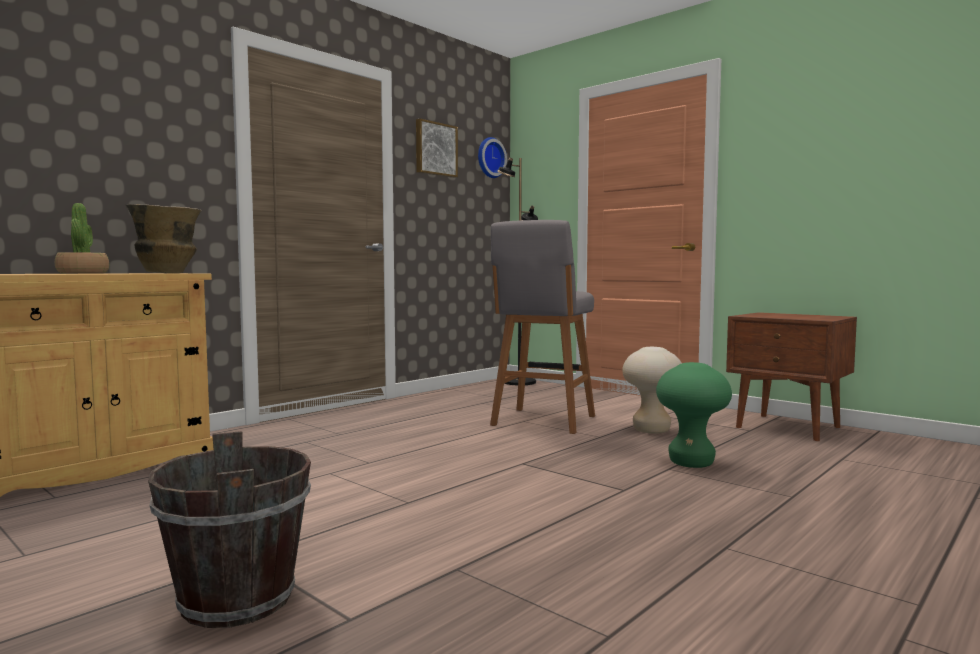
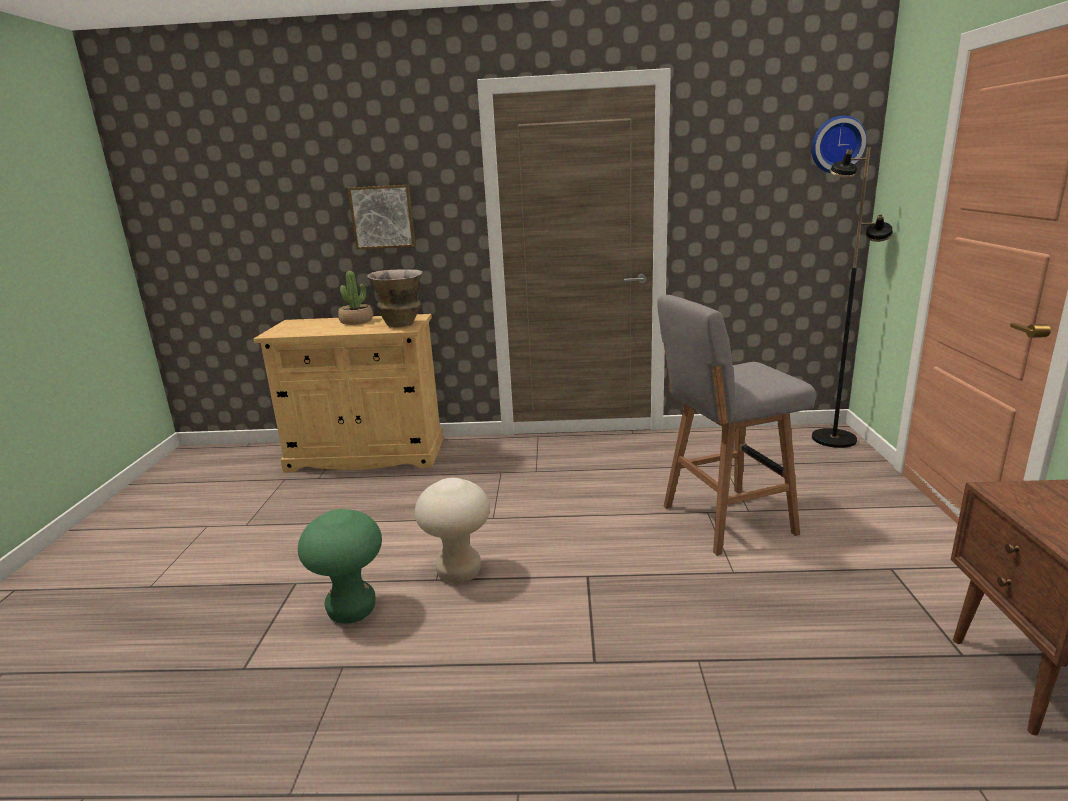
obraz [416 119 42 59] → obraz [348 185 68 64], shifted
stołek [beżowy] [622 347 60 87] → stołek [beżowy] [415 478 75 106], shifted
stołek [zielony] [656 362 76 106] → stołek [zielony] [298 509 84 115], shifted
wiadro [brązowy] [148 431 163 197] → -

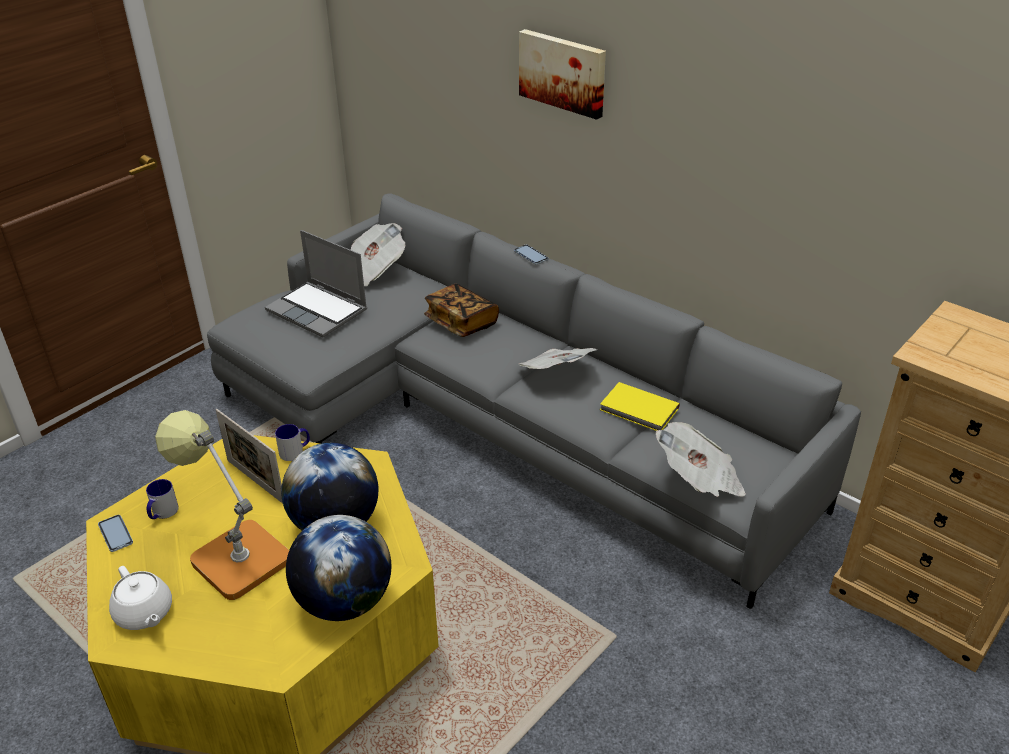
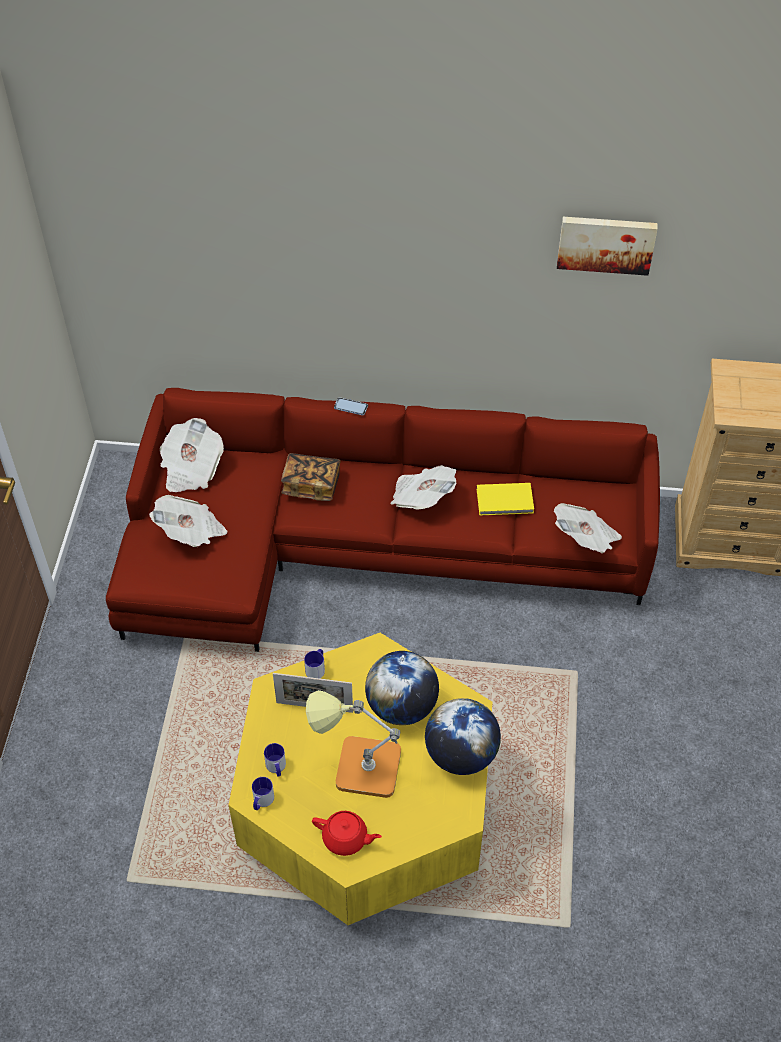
obraz [519 29 87 91] → obraz [557 217 101 59], shifted
kanapa [szary] [207 193 654 416] → kanapa [czerwony] [106 388 554 264]
laptop [265 230 102 107] → gazeta [149 495 78 52]
telefon [98 515 35 37] → kubek [252 777 22 33]
imbryk [biały] [109 566 63 64] → imbryk [czerwony] [312 811 70 45]

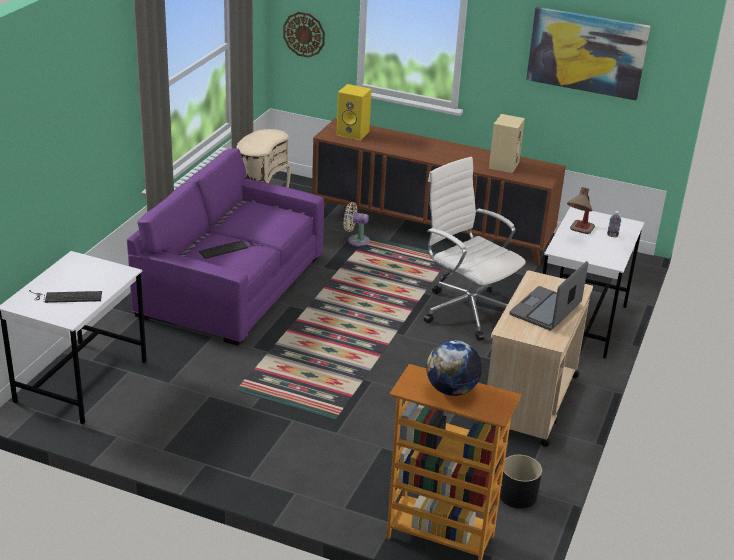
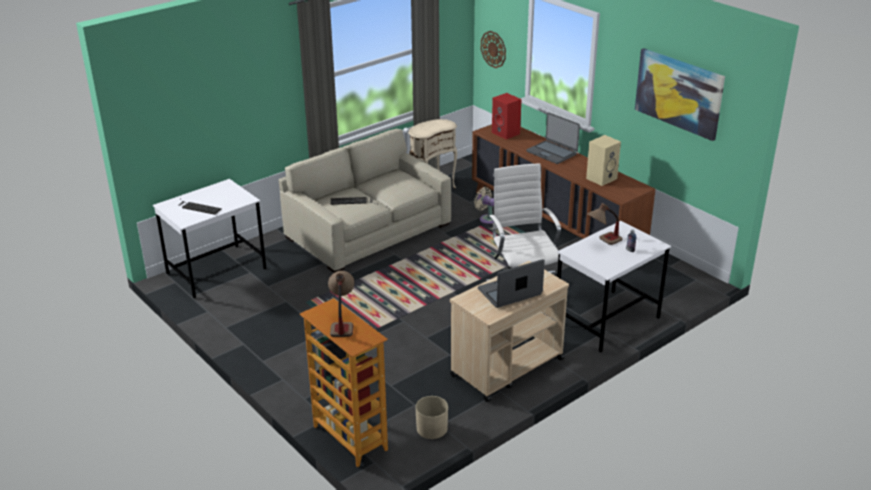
głośnik [żółty] [337 84 35 57] → głośnik [czerwony] [492 93 29 46]
kanapa [fioletowy] [127 149 197 197] → kanapa [beżowy] [279 129 172 144]
globus [426 340 56 56] → lampa stołowa [328 271 27 66]
donica [czarny] [500 455 42 54] → donica [beżowy] [416 396 32 43]
- → laptop [526 112 54 52]

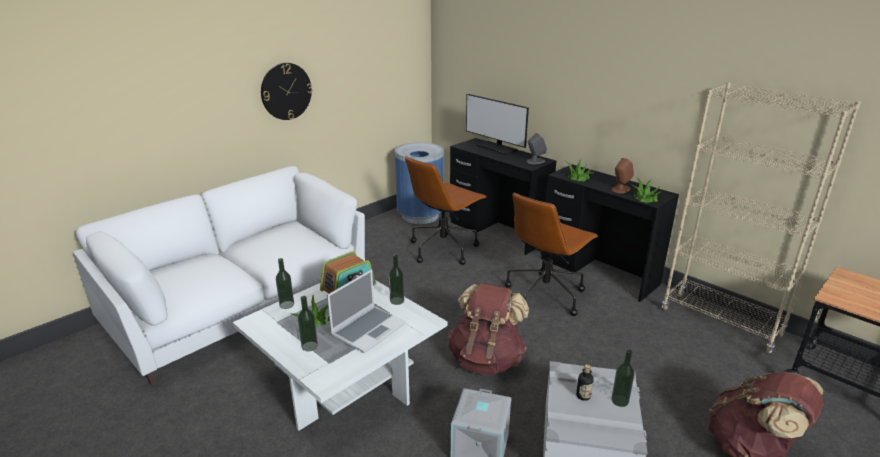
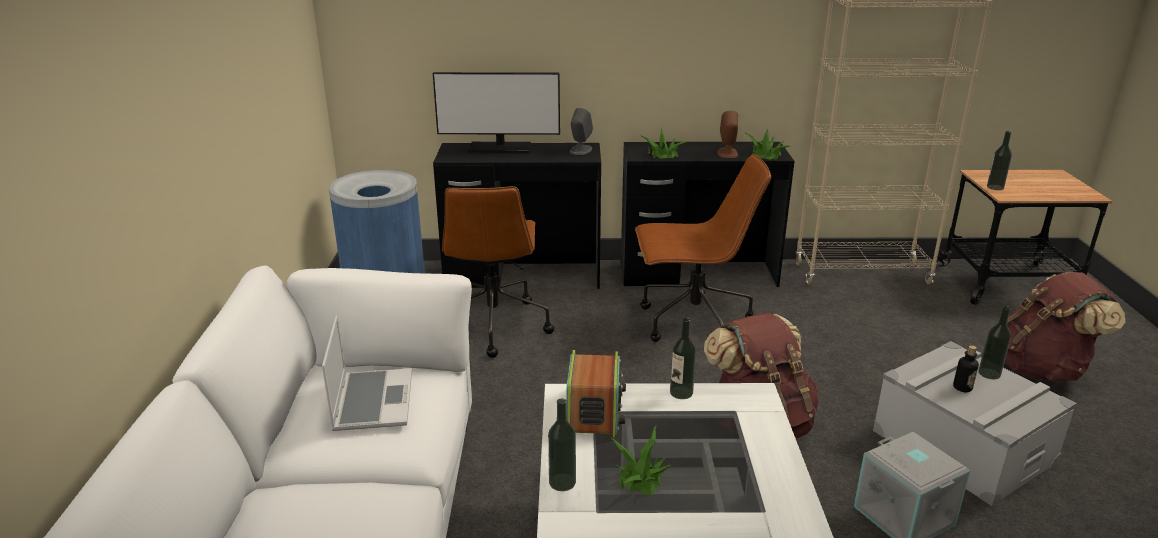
zegar ścienny [261 63 51 57] → -
krzesło biurowe [brązowy] [505 193 93 123] → krzesło biurowe [brązowy] [635 154 136 188], 90 degrees counterclockwise
laptop [327 269 79 84] → laptop [322 316 90 115], shifted
butelka [298 296 20 55] → butelka [987 131 25 59], shifted

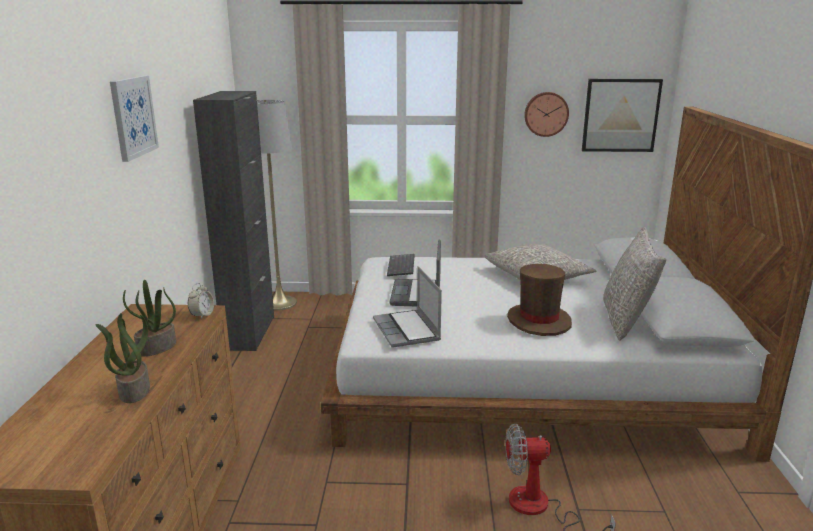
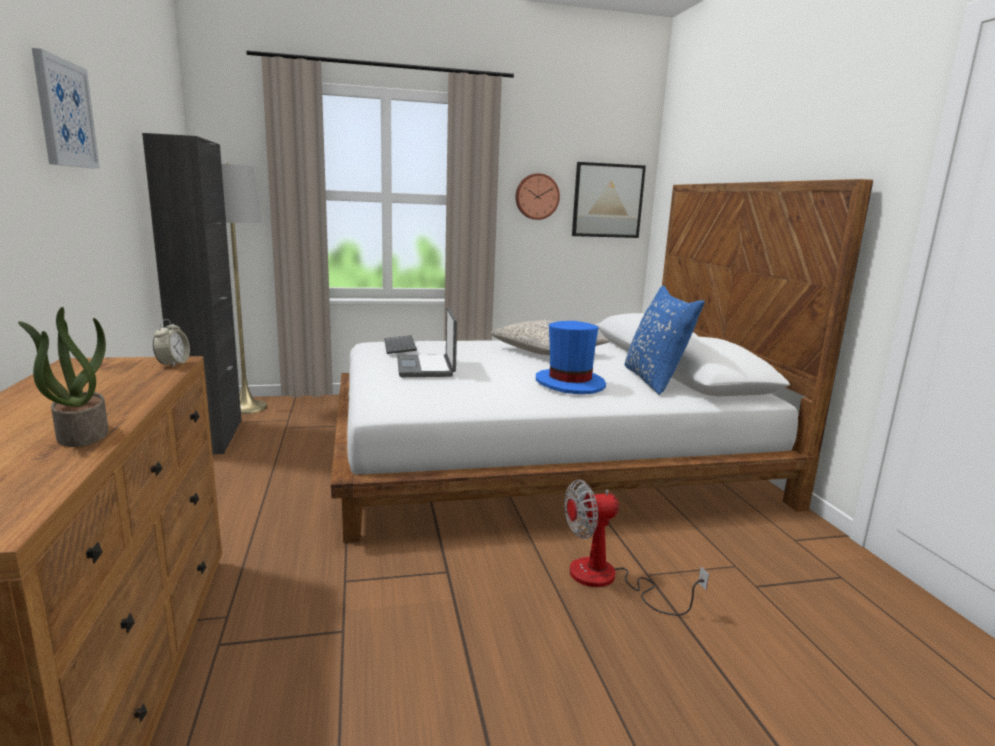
poduszka [szary] [603 227 63 114] → poduszka [niebieski] [625 285 80 110]
kapelusz [brązowy] [507 264 65 72] → kapelusz [niebieski] [536 321 70 73]
laptop [373 266 69 82] → -
roślina doniczkowa [123 280 53 76] → -

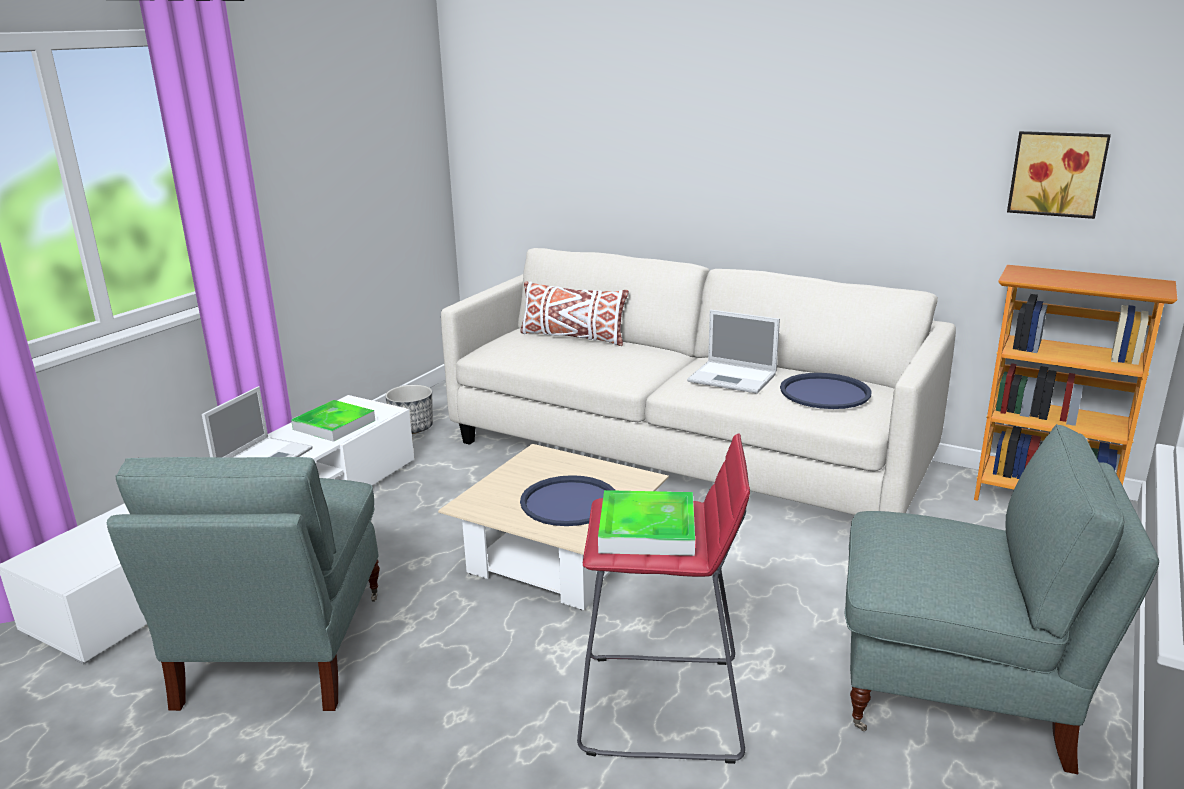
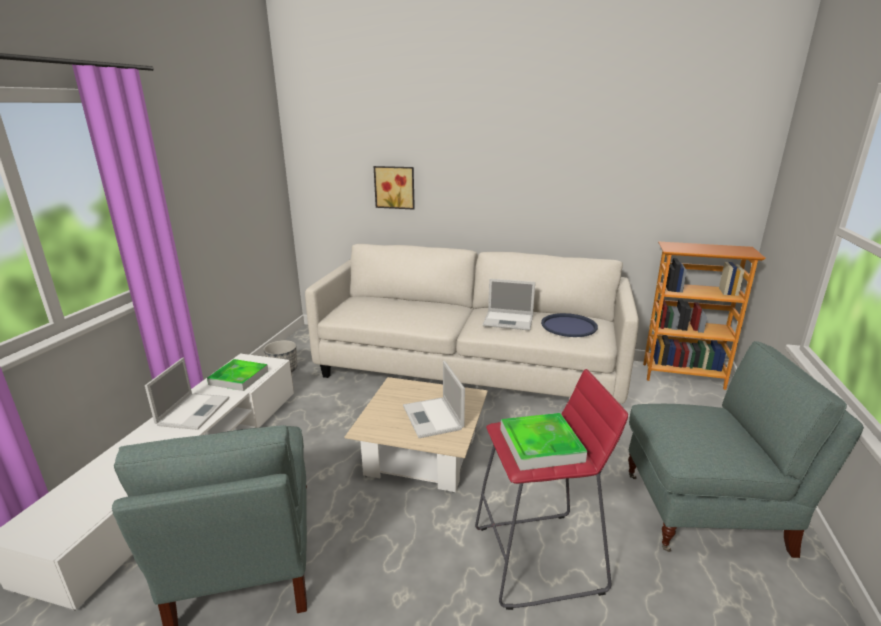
obraz [1007 131 104 88] → obraz [374 166 41 44], shifted
poduszka [biały] [520 282 109 64] → -
taca [niebieski] [520 475 96 51] → laptop [403 361 62 77]

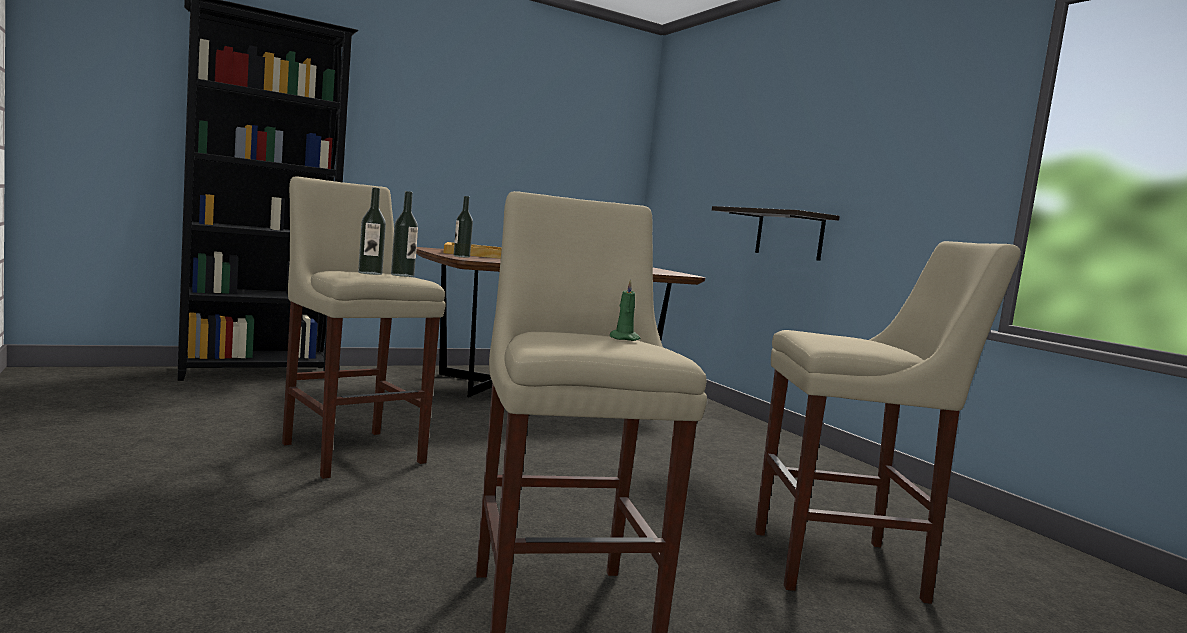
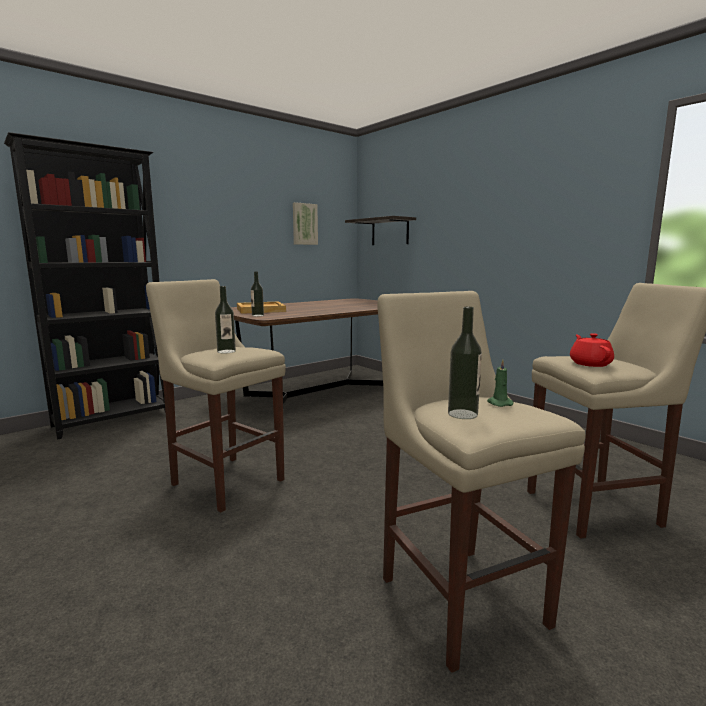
butelka [391 191 27 86] → butelka [448 307 34 112], shifted
półka [712 206 128 55] → półka [345 216 71 29], shifted
- → obraz [293 202 25 43]
- → imbryk [czerwony] [570 333 44 34]

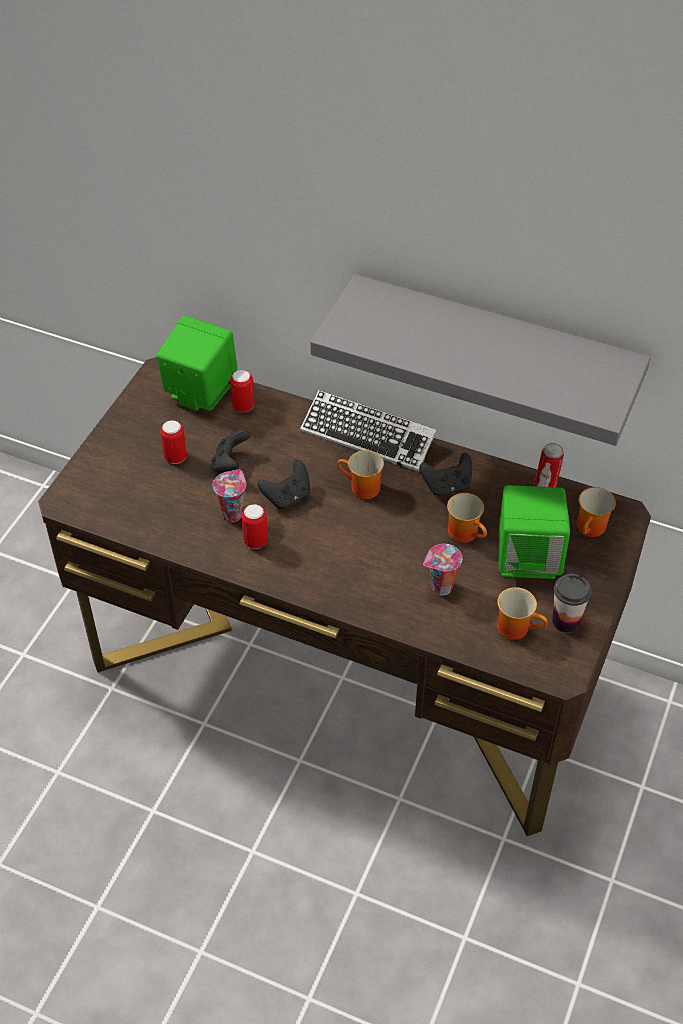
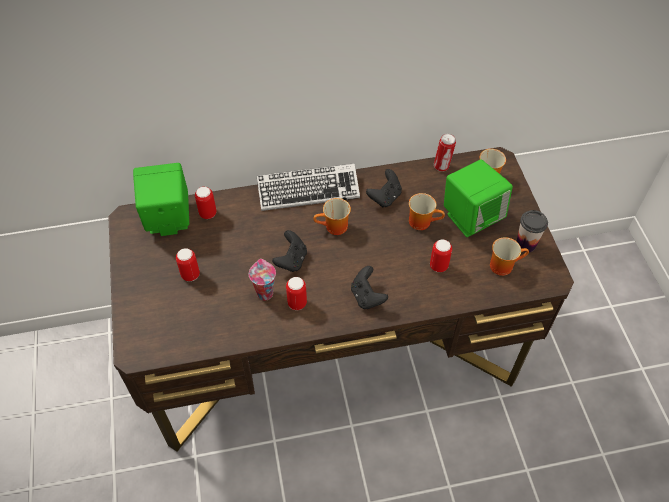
półka [szary] [310 274 341 172] → -
pad do gier [czarny] [211 429 39 45] → pad do gier [czarny] [351 266 37 43], shifted
filiżanka [423 544 39 52] → puszka [430 239 22 33]

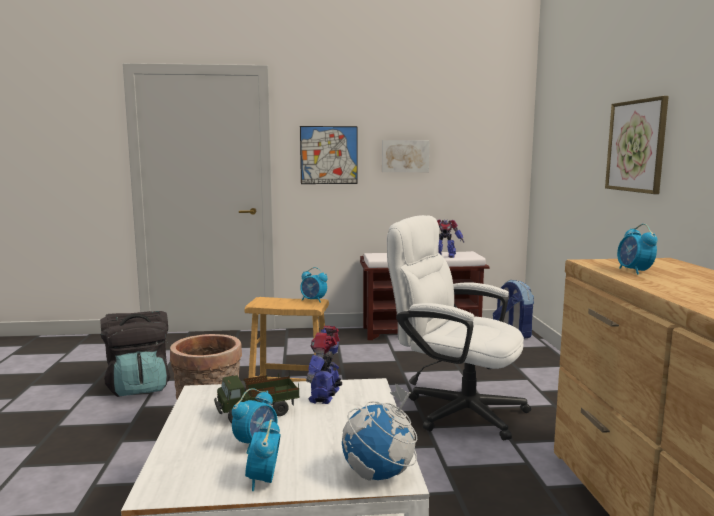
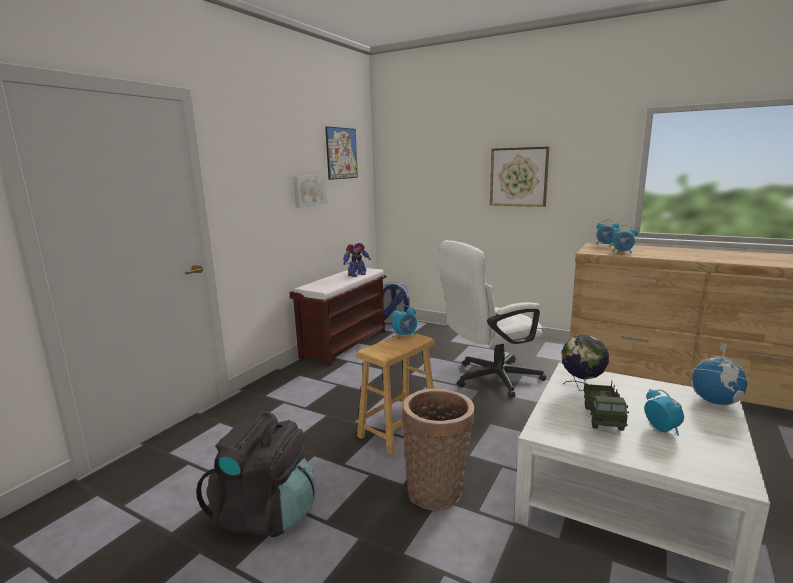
obraz [300 126 58 58] → obraz [325 126 33 54], shifted
robot zabawkowy [306 326 36 78] → globus [562 334 47 57]
budzik [245 419 36 72] → budzik [596 219 23 27], shifted

